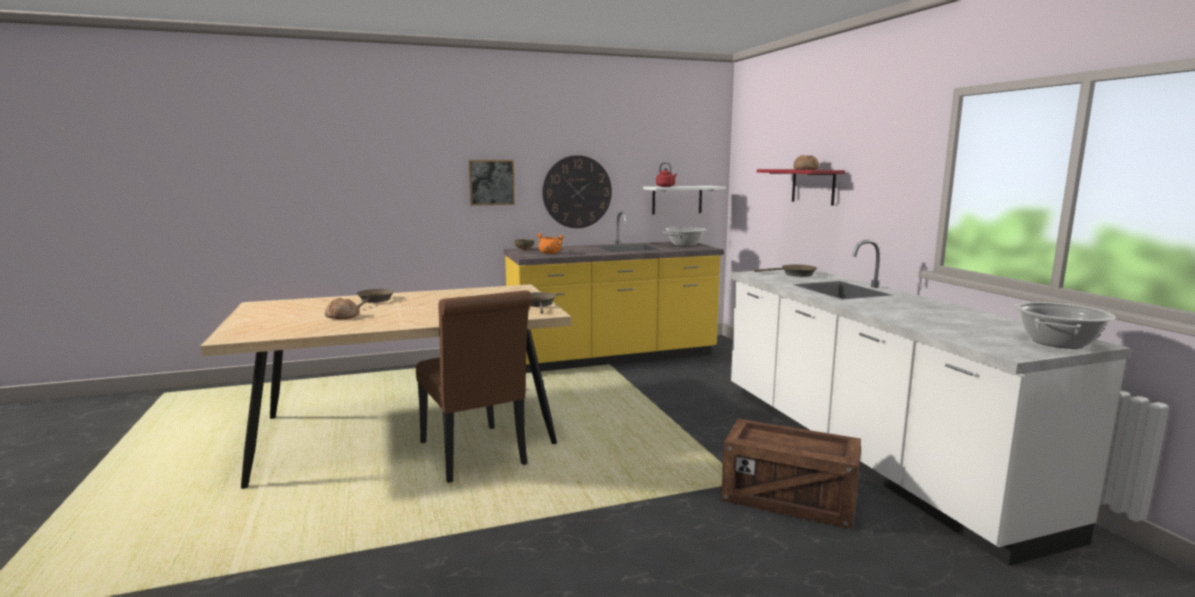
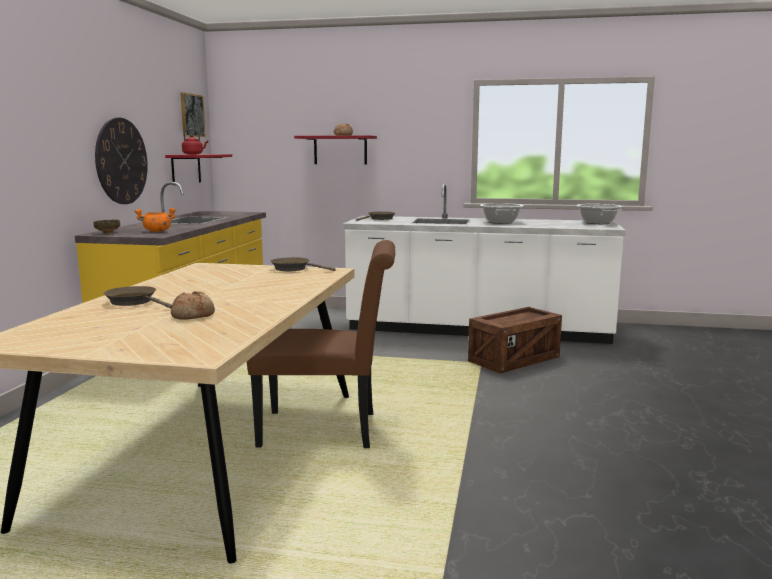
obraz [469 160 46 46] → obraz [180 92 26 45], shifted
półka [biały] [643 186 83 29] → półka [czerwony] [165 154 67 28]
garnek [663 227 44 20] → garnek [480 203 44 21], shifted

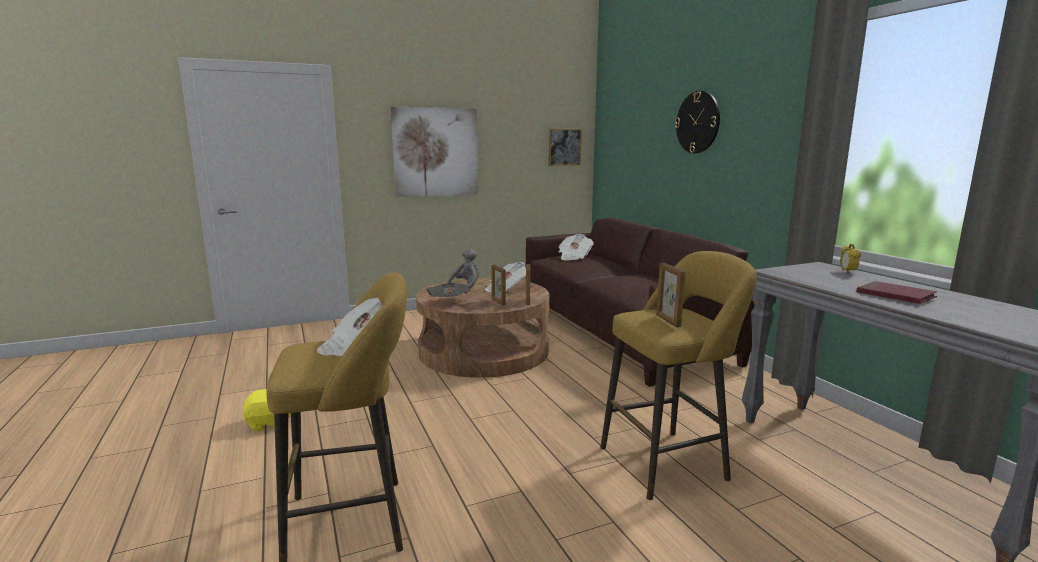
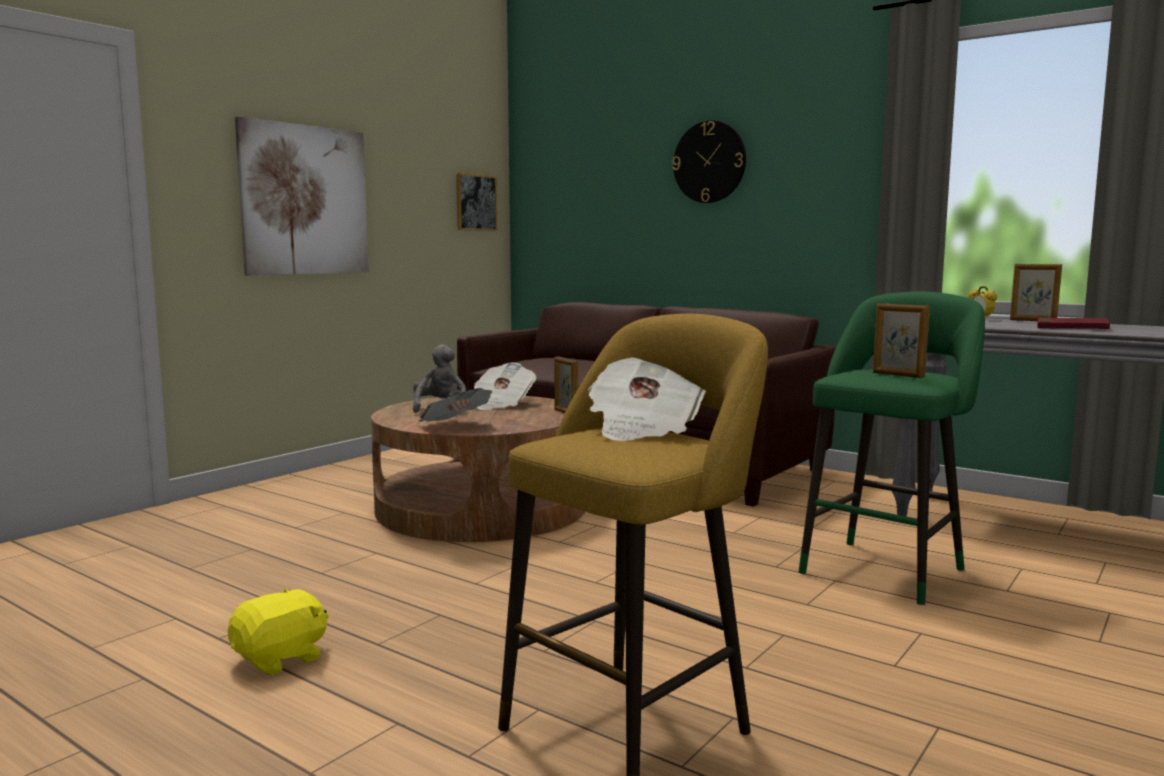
gazeta [559 234 35 27] → -
stołek [żółty] [600 251 157 249] → stołek [zielony] [799 291 186 314]
ramka na zdjęcie [491 264 15 41] → ramka na zdjęcie [1010 264 52 57], shifted

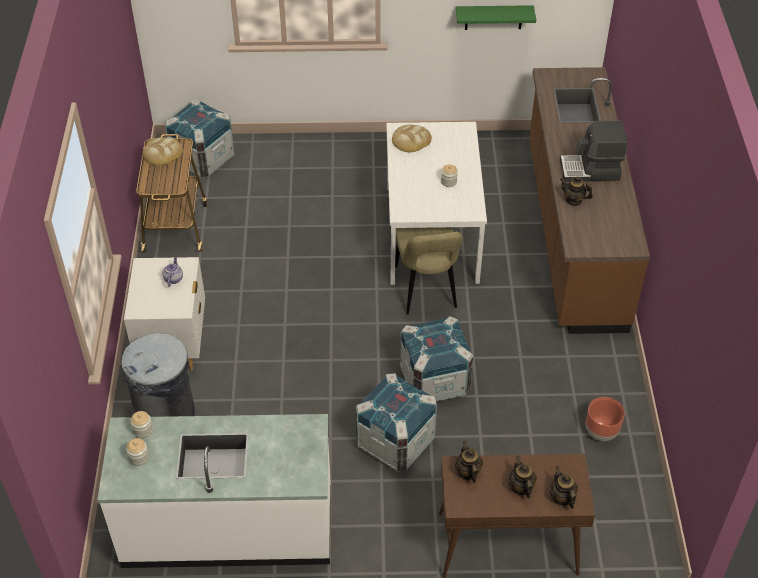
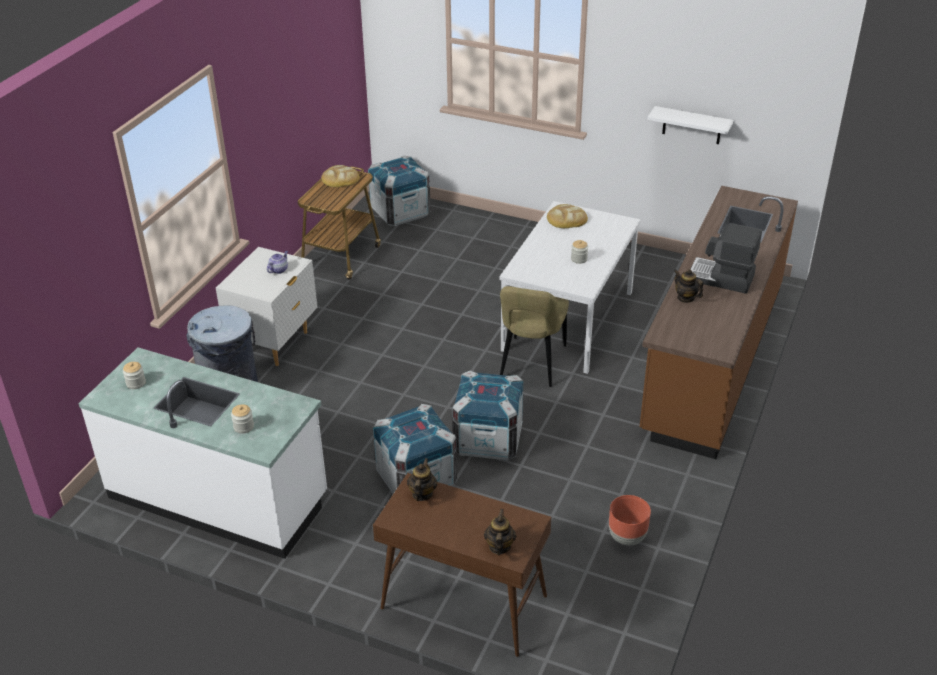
półka [zielony] [456 5 80 25] → półka [biały] [647 106 86 38]
słoik [131 411 22 27] → słoik [231 404 23 30], shifted
imbryk [508 456 29 43] → -

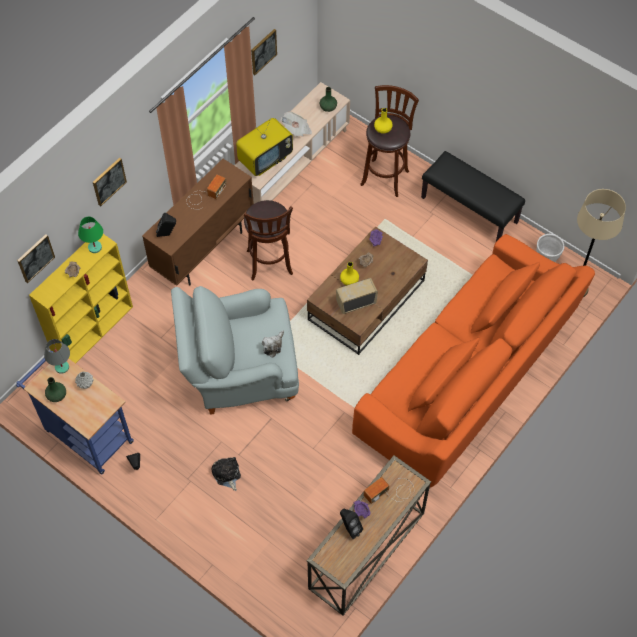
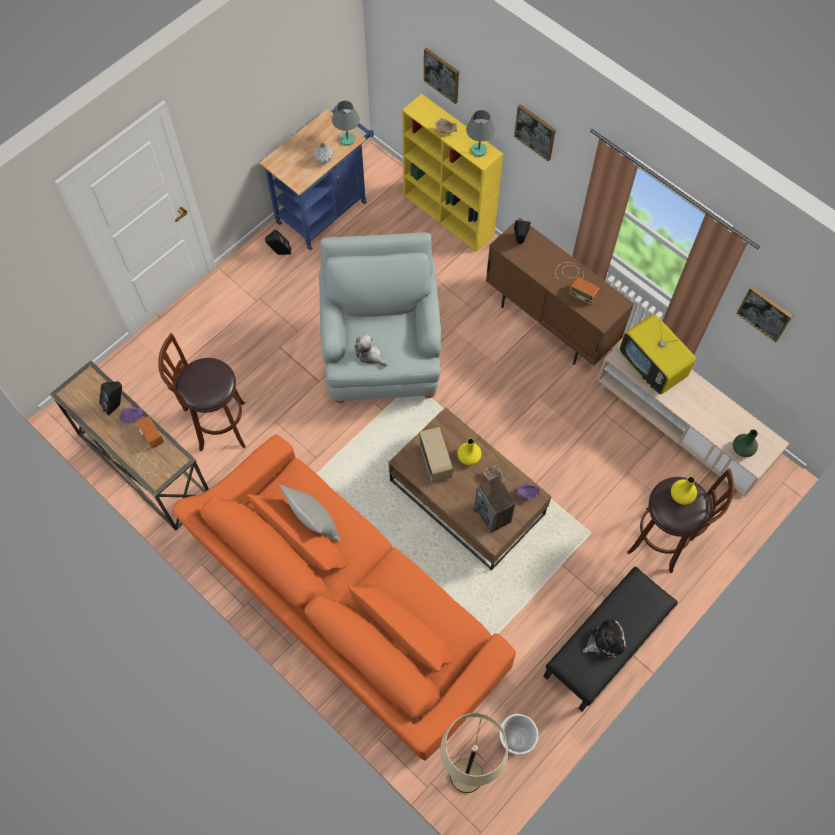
gazeta [281 112 31 25] → -
stołek [brązowy] [244 200 49 80] → stołek [brązowy] [158 333 88 118], shifted
lampa stołowa [zielony] [78 217 25 36] → lampa stołowa [szary] [466 110 29 47]
wazon [zielony] [45 377 21 25] → -
pluszak [211 457 30 34] → pluszak [583 618 43 41], shifted
- → głośnik [474 476 42 57]
- → poduszka [szary] [280 485 60 56]

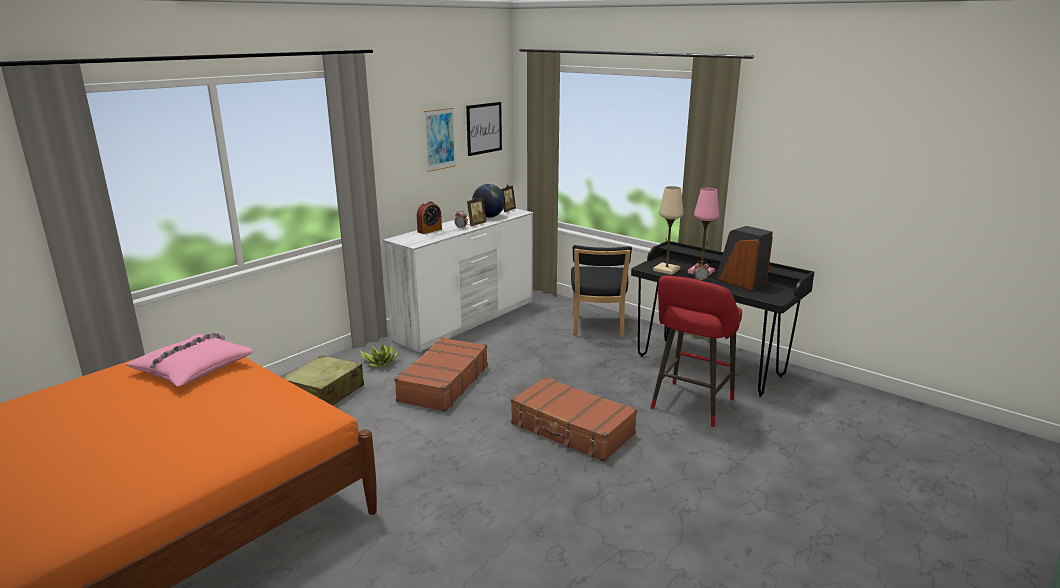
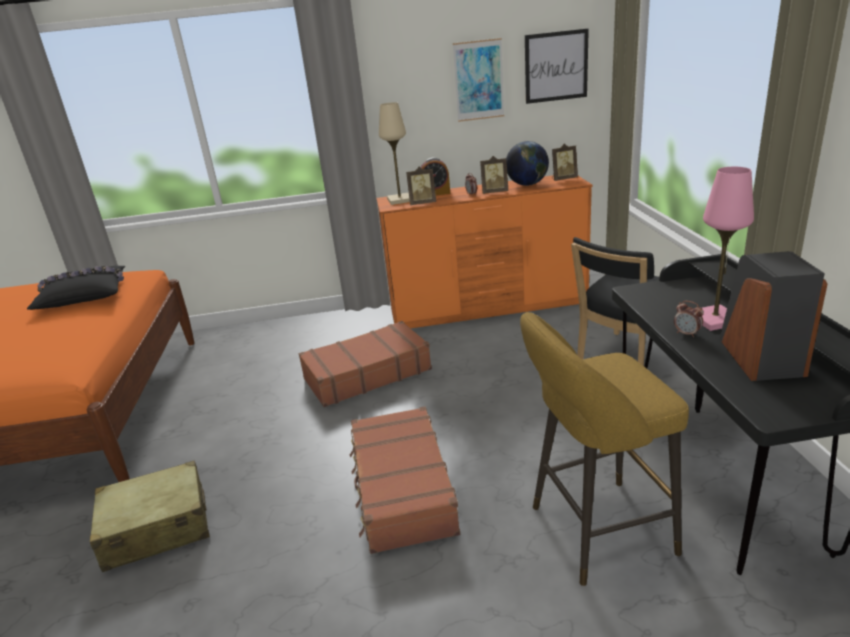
lampa stołowa [beżowy] [653 186 30 89] → lampa stołowa [beżowy] [379 102 31 103], shifted
komoda [biały] [383 209 150 144] → komoda [pomarańczowy] [376 175 216 154]
stołek [czerwony] [651 276 91 151] → stołek [żółty] [520 312 169 274]
poduszka [różowy] [125 333 129 54] → poduszka [czarny] [27 265 98 45]
roślina doniczkowa [359 345 40 23] → -
walizka [beżowy] [282 355 82 51] → walizka [beżowy] [90 461 120 111], shifted
- → ramka na zdjęcie [406 167 30 38]

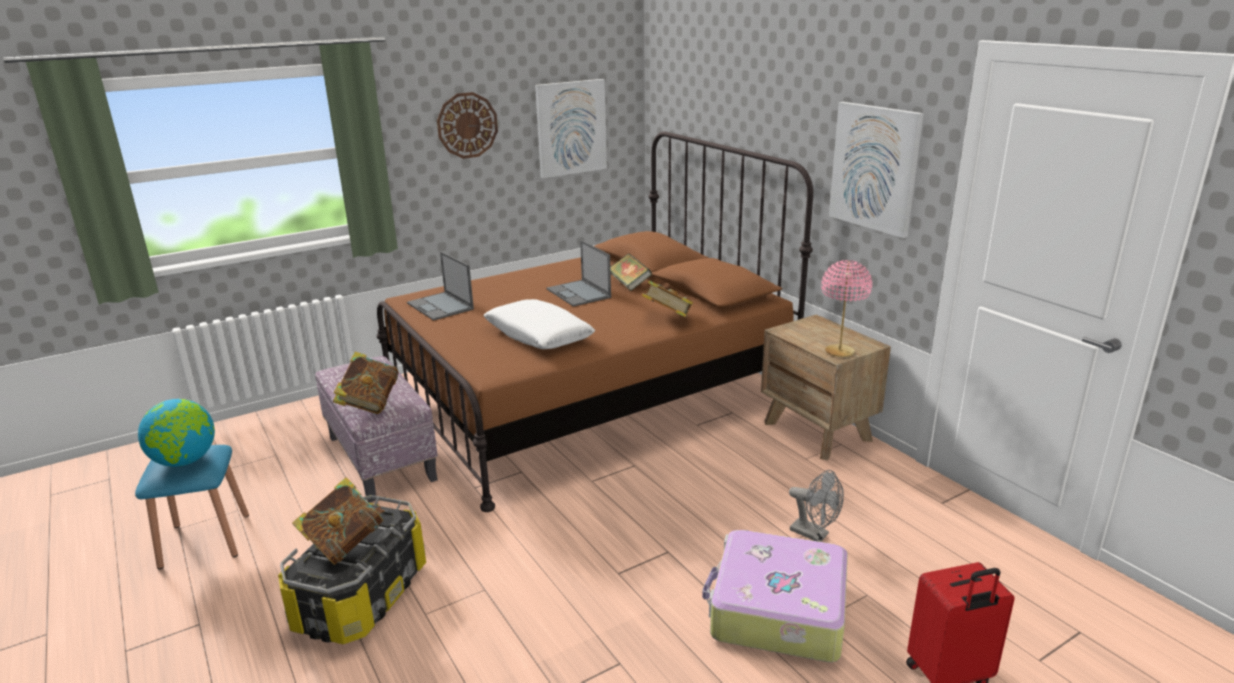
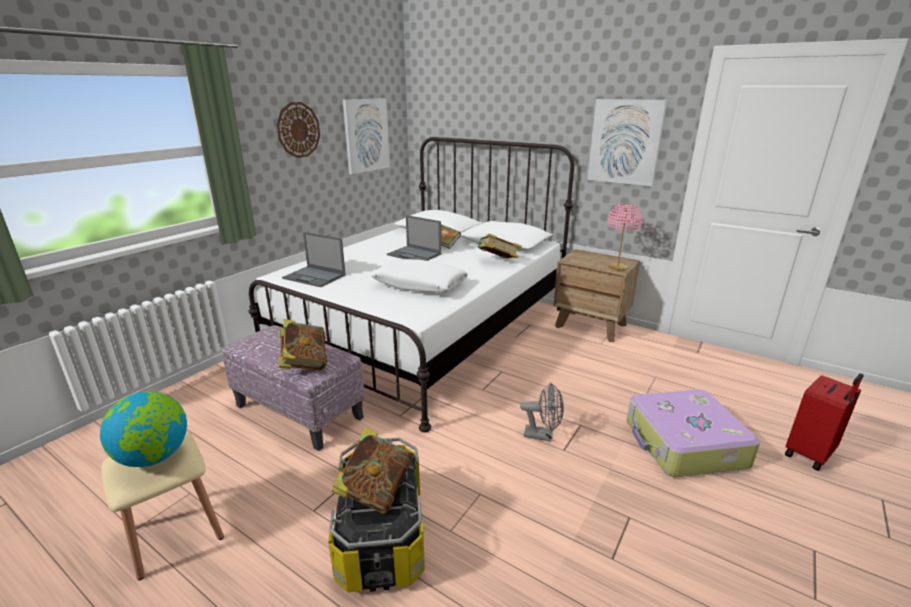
łóżko [brązowy] [377 131 436 381] → łóżko [biały] [248 137 326 295]
stołek [niebieski] [135 445 114 125] → stołek [beżowy] [101 431 123 149]
wentylator [szary] [789 470 55 72] → wentylator [szary] [520 383 44 59], shifted

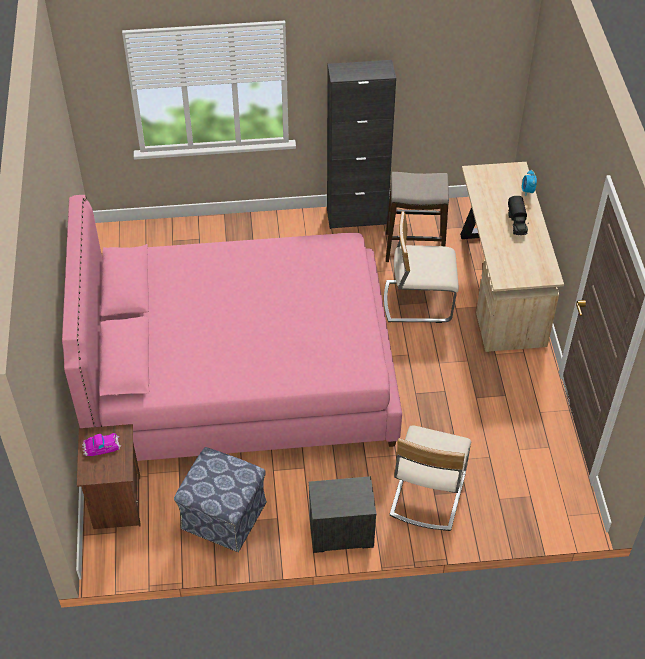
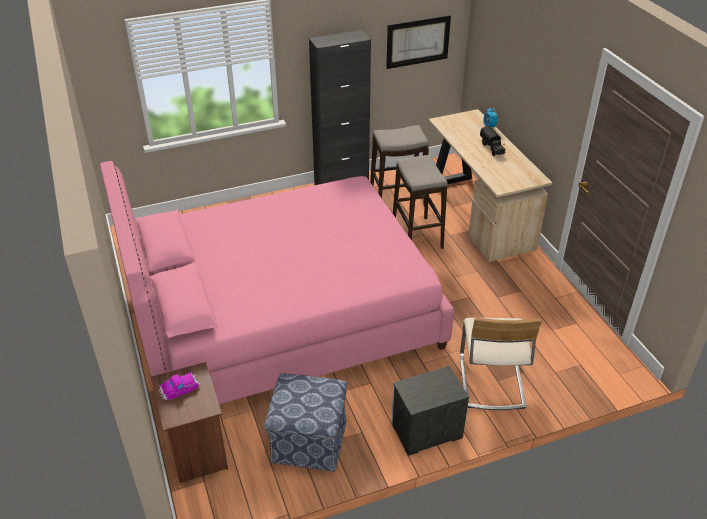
krzesło [beżowy] [384 211 75 112] → stołek [393 155 55 94]
- → obraz [386 15 65 54]

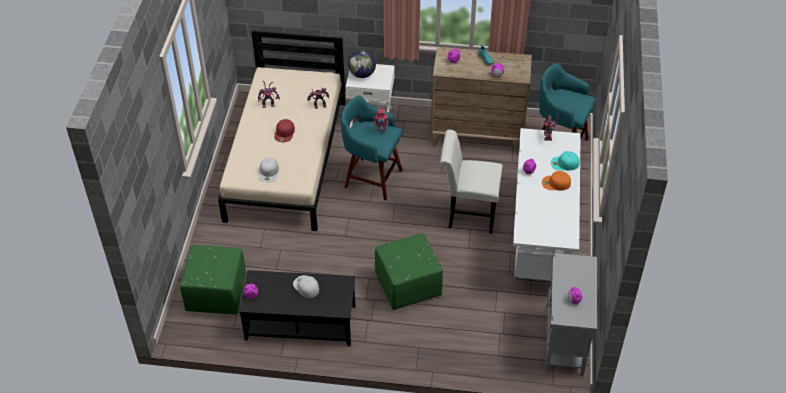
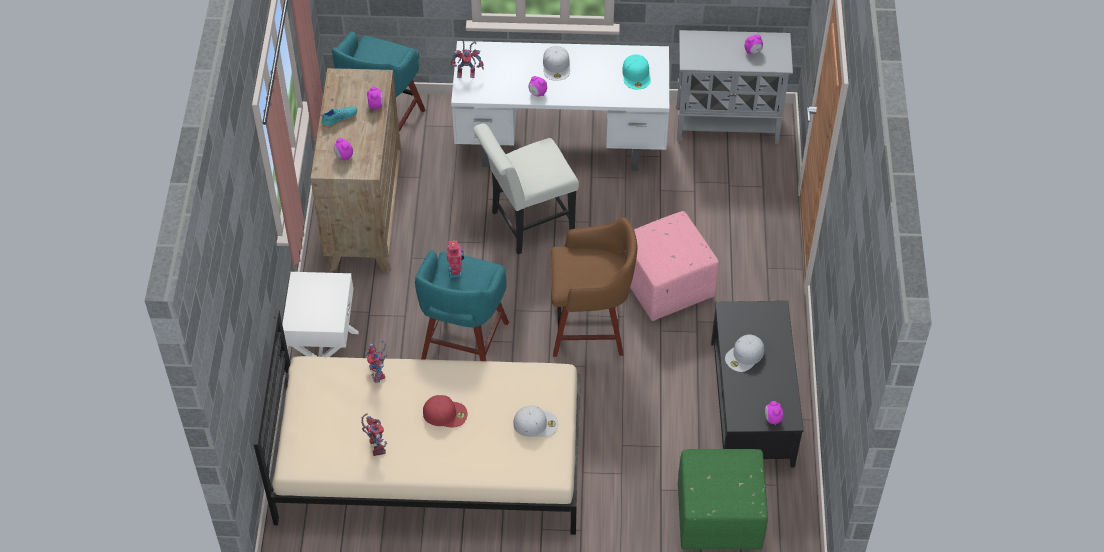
globus [348 50 28 28] → -
krzesło [biały] [440 130 63 104] → krzesło [biały] [473 124 106 130], 60 degrees clockwise
czapka z daszkiem [turkusowy] [551 151 29 20] → czapka z daszkiem [turkusowy] [622 54 29 35], shifted
czapka z daszkiem [pomarańczowy] [542 171 29 20] → czapka z daszkiem [biały] [543 46 27 35]
pufa [zielony] [375 233 68 77] → pufa [różowy] [625 211 94 110]
- → stołek [brązowy] [551 217 86 140]

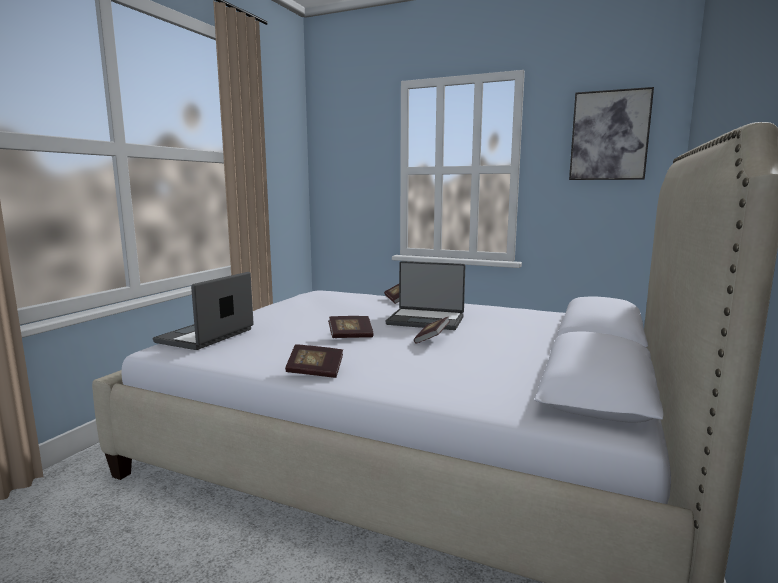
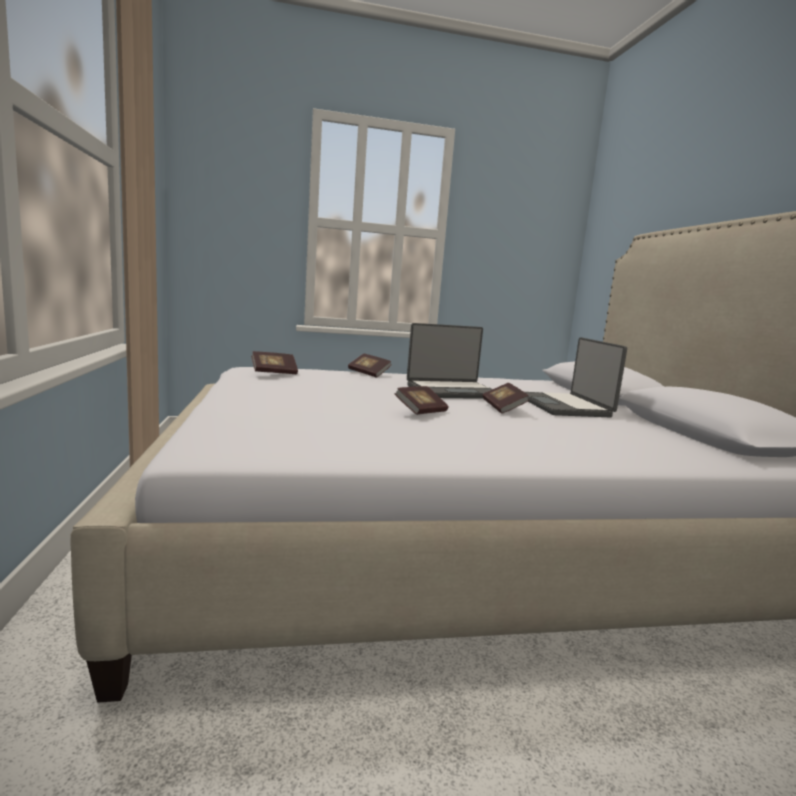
obraz [569 87 85 93] → -
laptop [153 272 101 78] → laptop [525 337 102 80], shifted
książka [285 344 58 34] → książka [251 351 47 23], shifted

